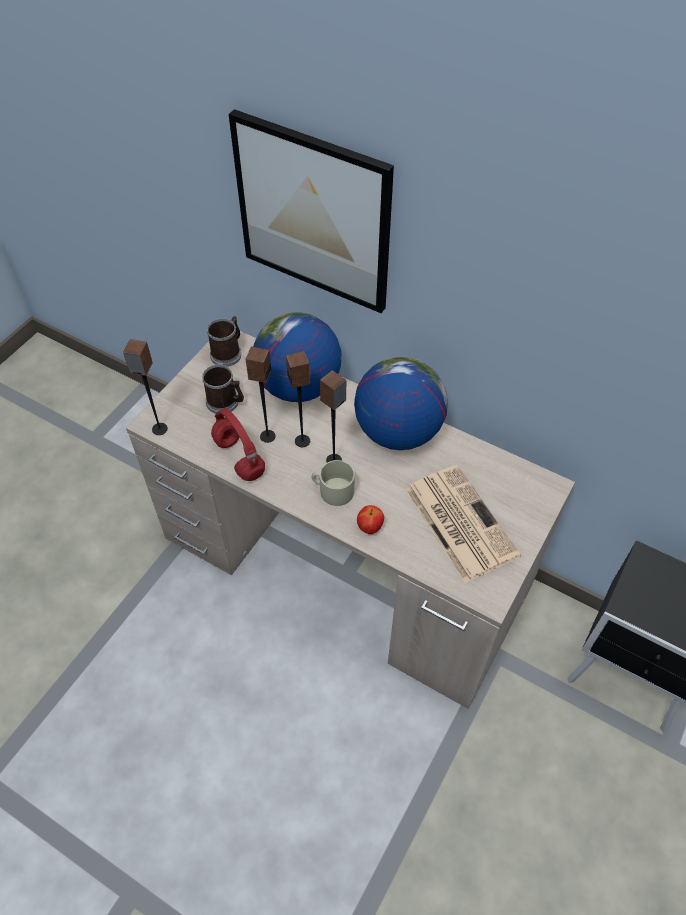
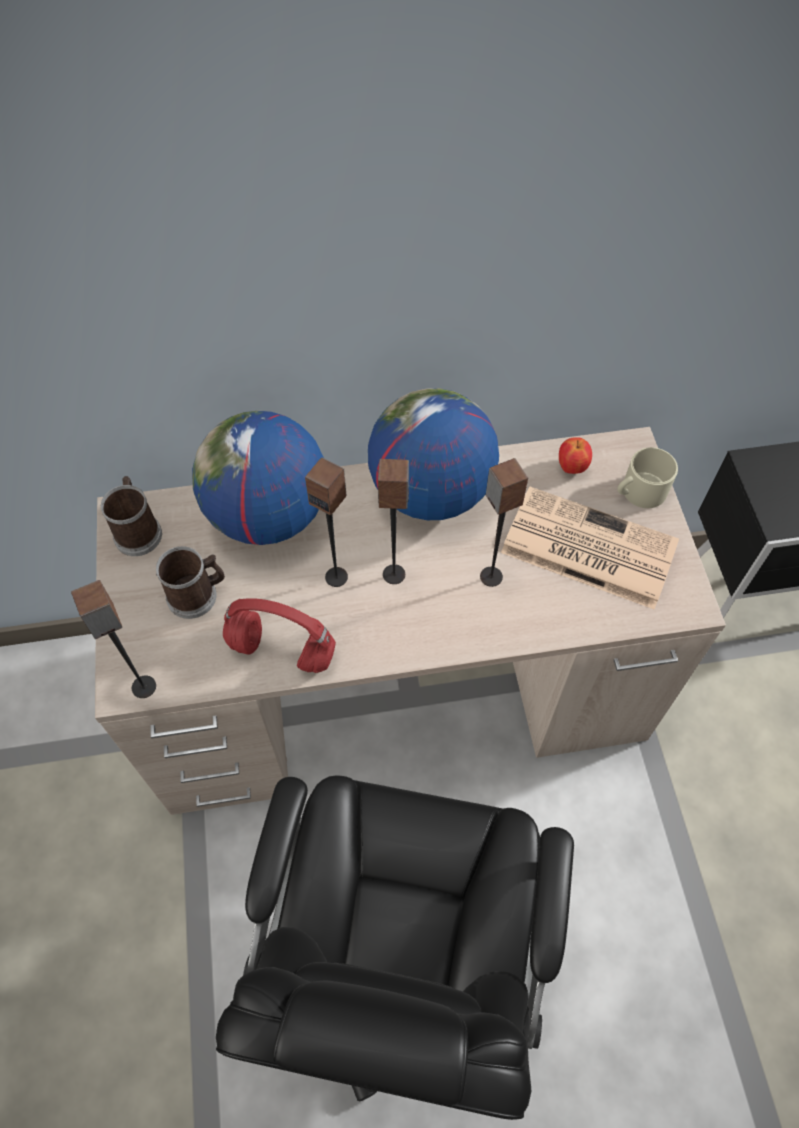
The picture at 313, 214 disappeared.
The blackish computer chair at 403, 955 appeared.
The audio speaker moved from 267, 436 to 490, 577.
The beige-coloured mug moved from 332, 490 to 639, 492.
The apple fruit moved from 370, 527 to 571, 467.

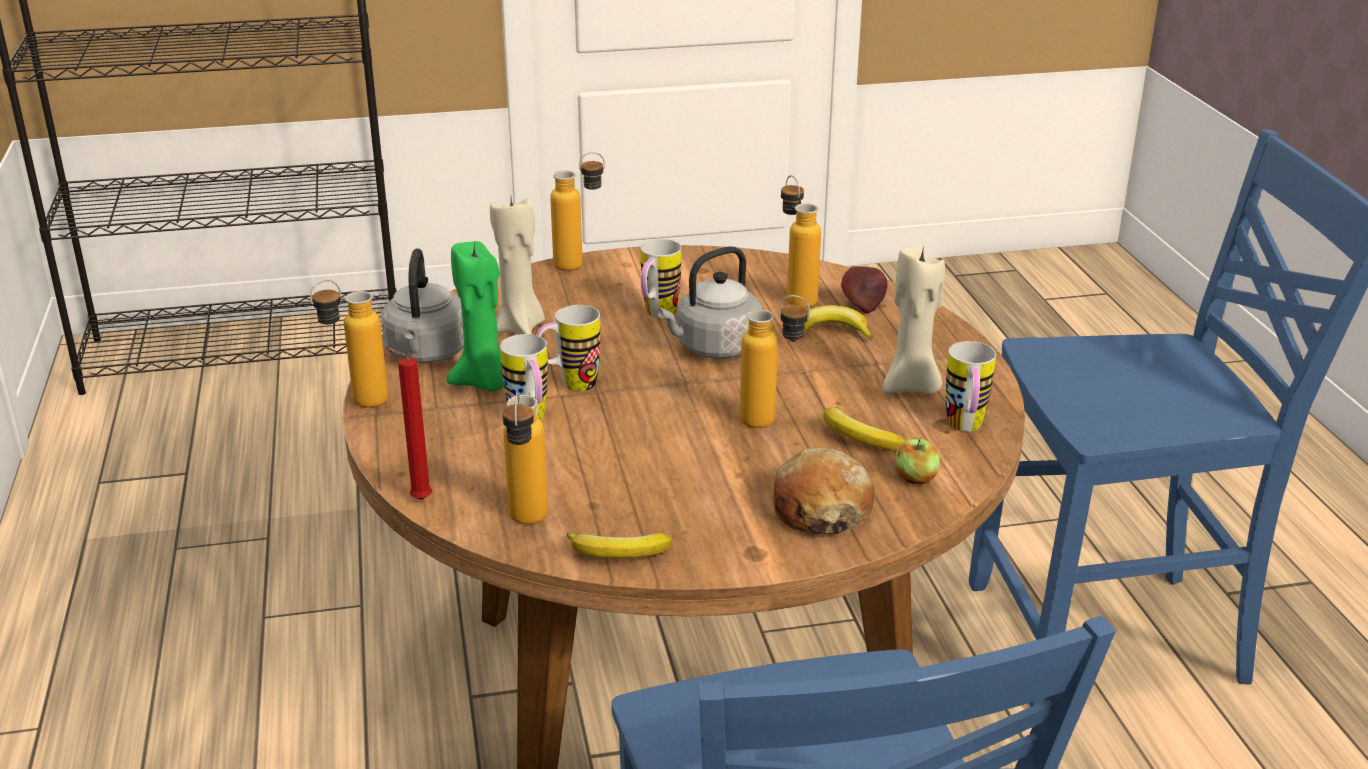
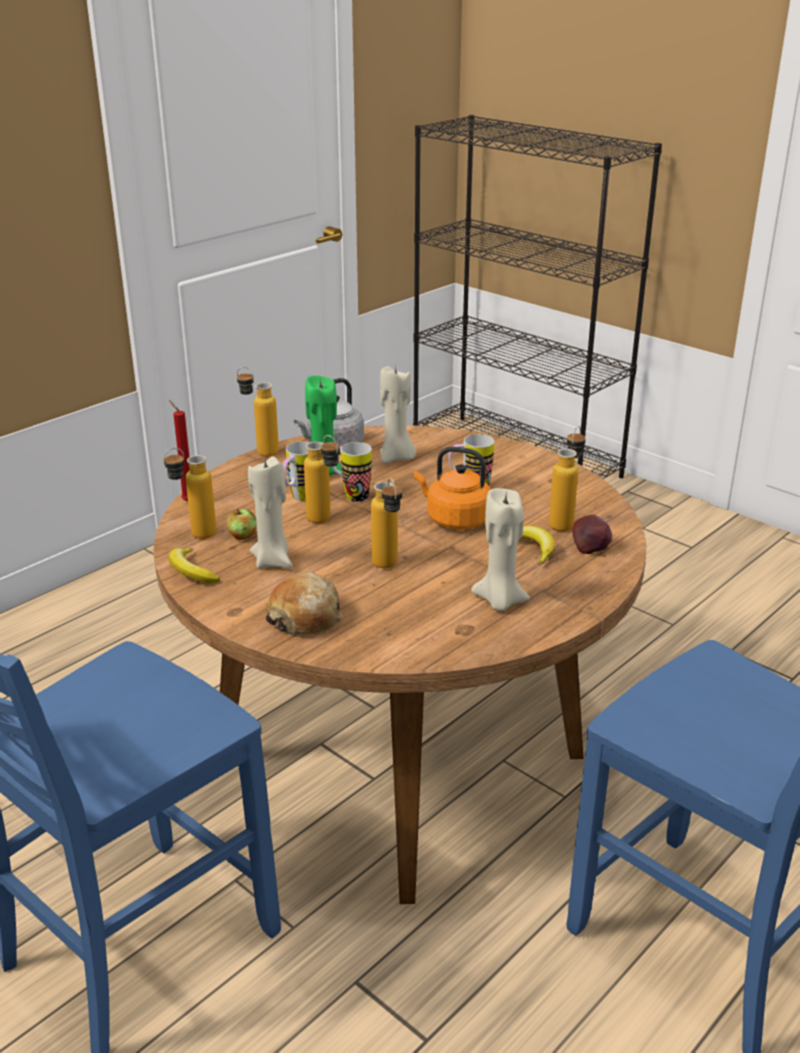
The banana fruit at 858, 438 disappeared.
The mug at 965, 429 disappeared.
The beige-coloured wax light at 273, 561 appeared.
The beverage bottle moved from 580, 265 to 325, 522.
The apple fruit moved from 915, 478 to 242, 536.
The gray kettle at 714, 348 became the orange kettle at 454, 519.

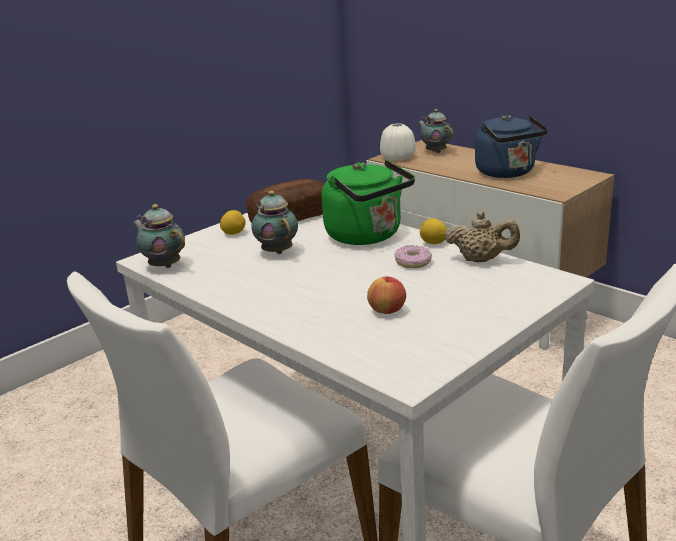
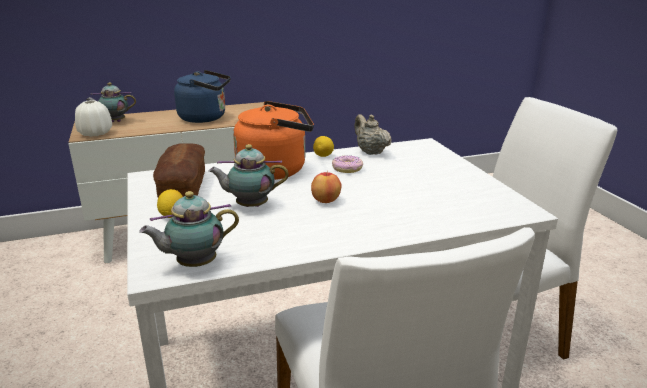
The apple fruit moved from 387, 311 to 326, 201.
The green kettle at 367, 236 became the orange kettle at 276, 170.
The beige-coloured pot for tea at 481, 260 turned 75 degrees counterclockwise.

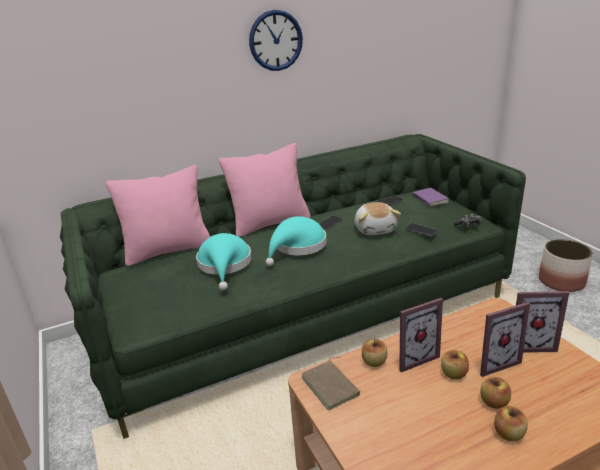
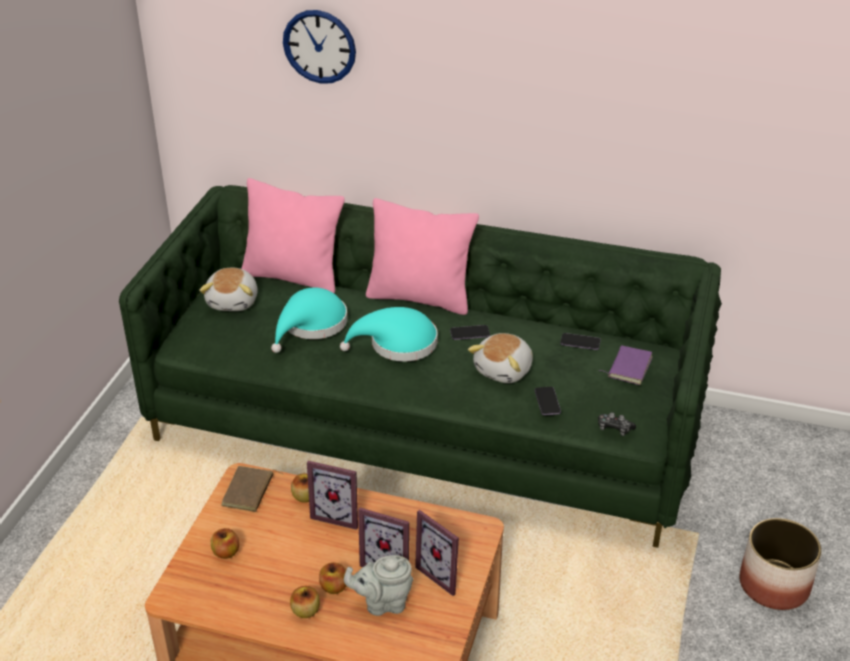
The cuddly toy at 234, 301 appeared.
The gray pot for tea at 383, 603 appeared.
The clock on the wall moved from 276, 40 to 319, 46.
The apple fruit moved from 453, 374 to 226, 552.

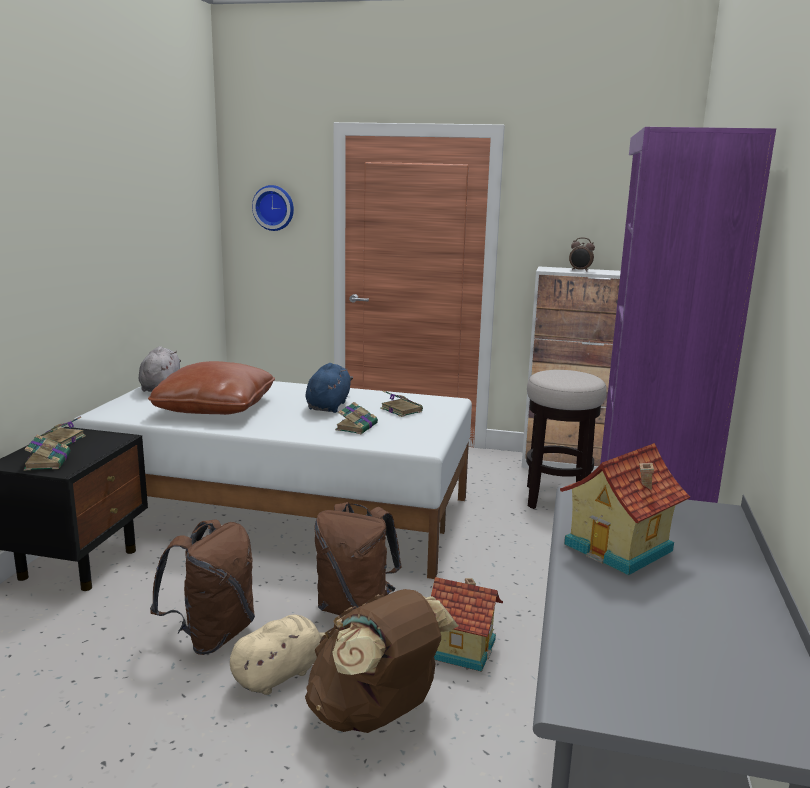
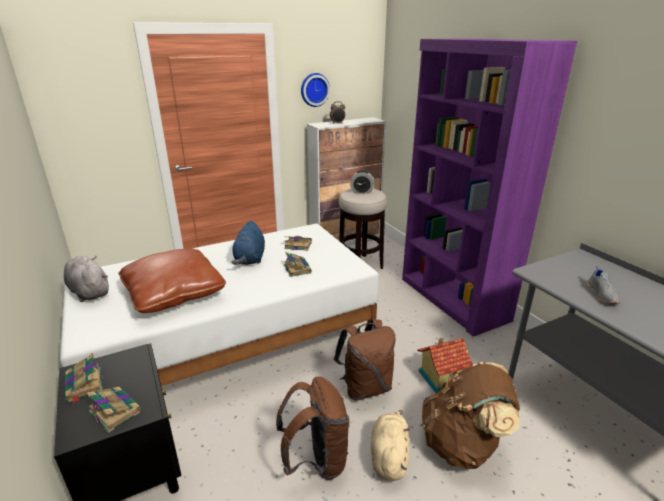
The bedside clock at 361, 191 appeared.
The clock on the wall moved from 274, 208 to 314, 89.
The model house at 621, 548 was replaced by the gray item of footwear at 602, 295.
The blue-coloured cuddly toy at 328, 406 turned 150 degrees counterclockwise.

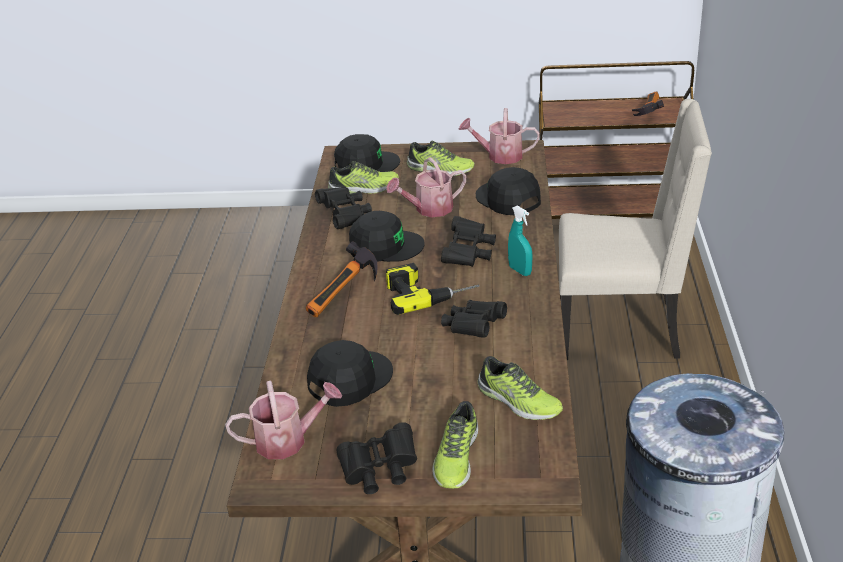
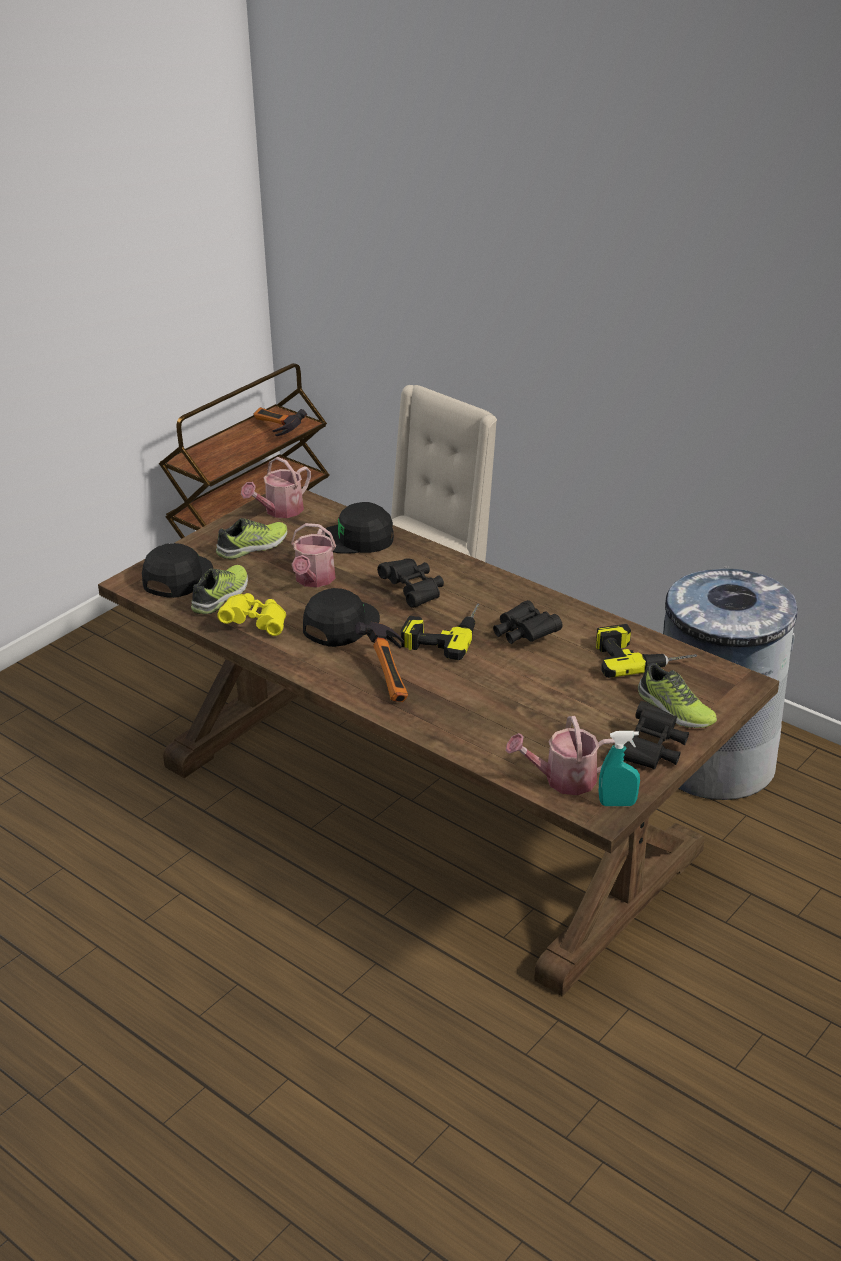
The blackish cap at 349, 379 disappeared.
The turquoise-coloured sprayer moved from 520, 271 to 617, 803.
The item of footwear at 518, 401 was replaced by the drill at 641, 656.
The blackish binoculars at 345, 216 became the yellowish binoculars at 255, 624.
The watering pot at 288, 440 turned 120 degrees counterclockwise.

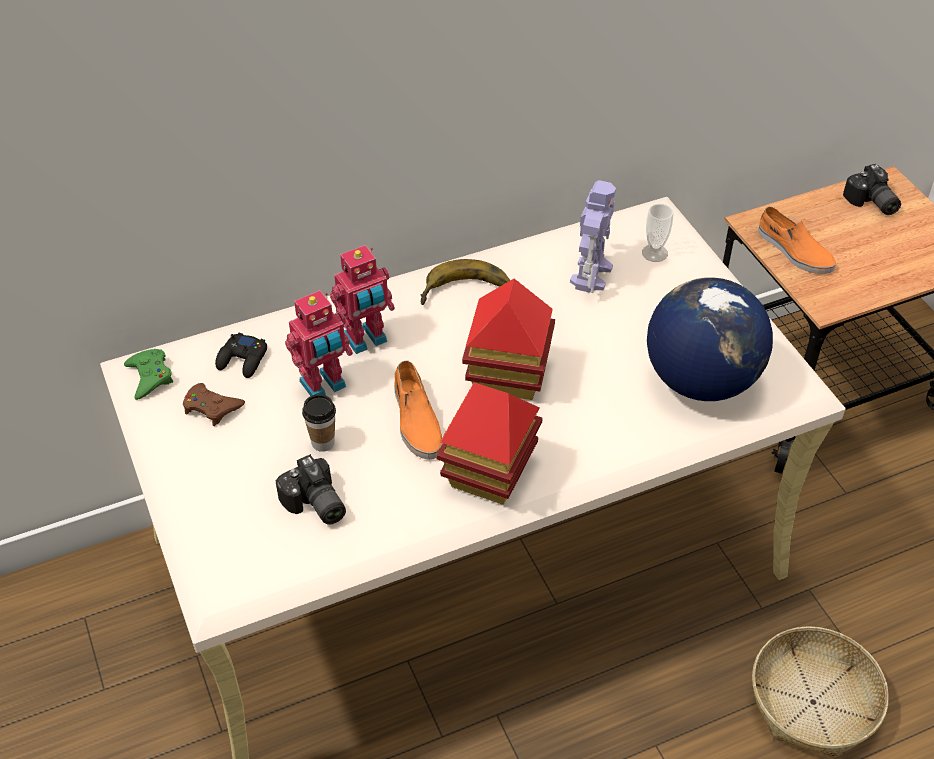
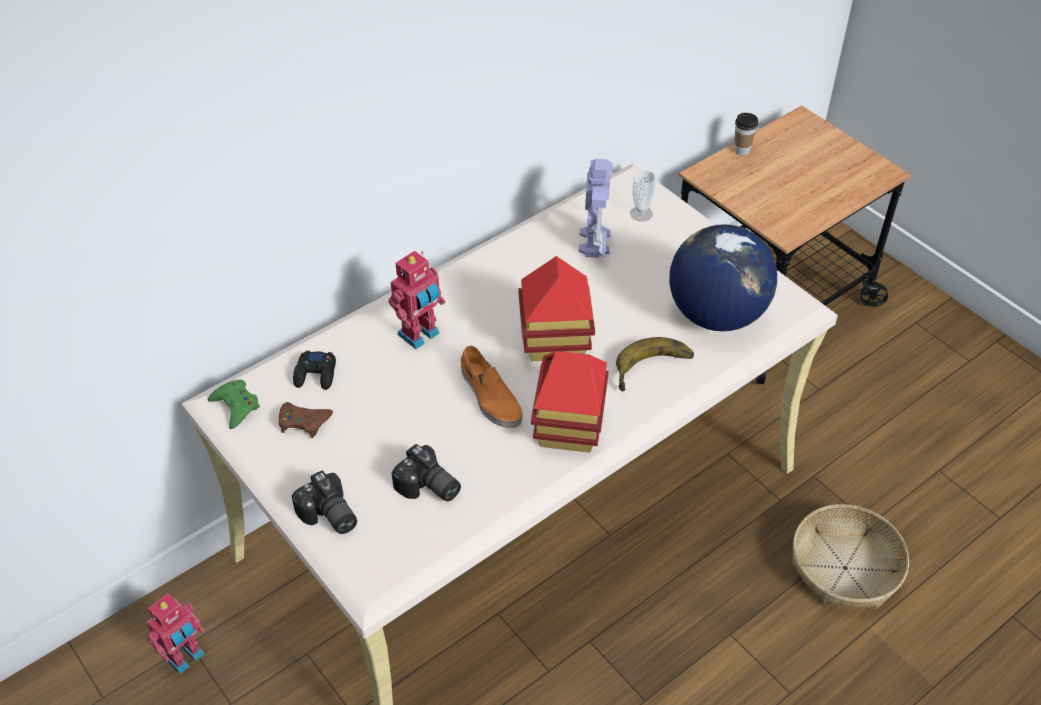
The orange item of footwear at 794, 251 disappeared.
The robot figure moved from 324, 386 to 185, 657.
The drinking cup moved from 323, 442 to 742, 150.
The banana fruit moved from 466, 293 to 655, 371.
The still camera moved from 871, 203 to 328, 516.

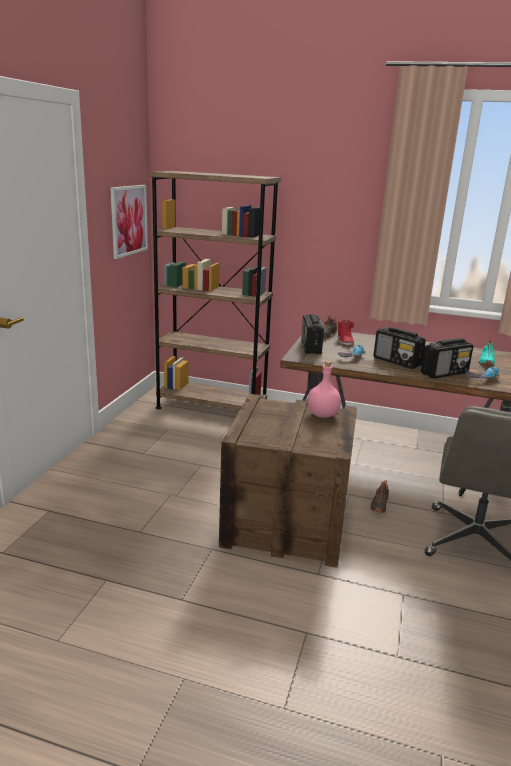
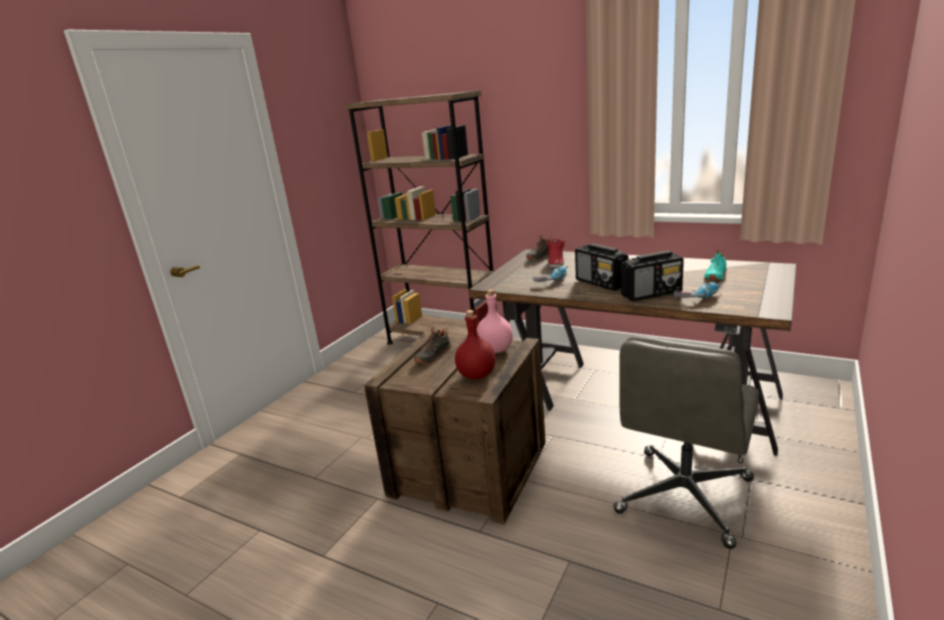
The picture at 128, 220 disappeared.
The radio receiver at 311, 347 disappeared.
The red-coloured beverage bottle at 476, 375 appeared.
The blackish item of footwear moved from 379, 504 to 432, 355.

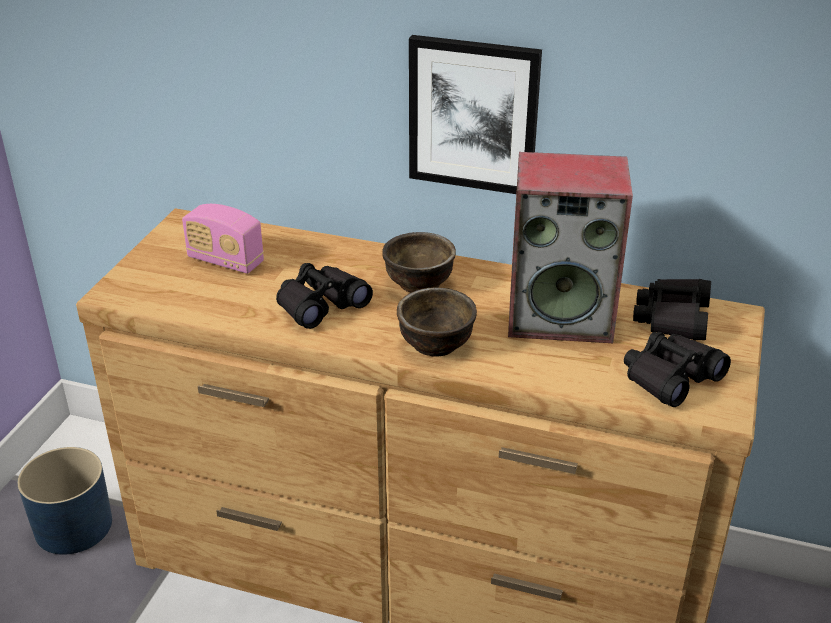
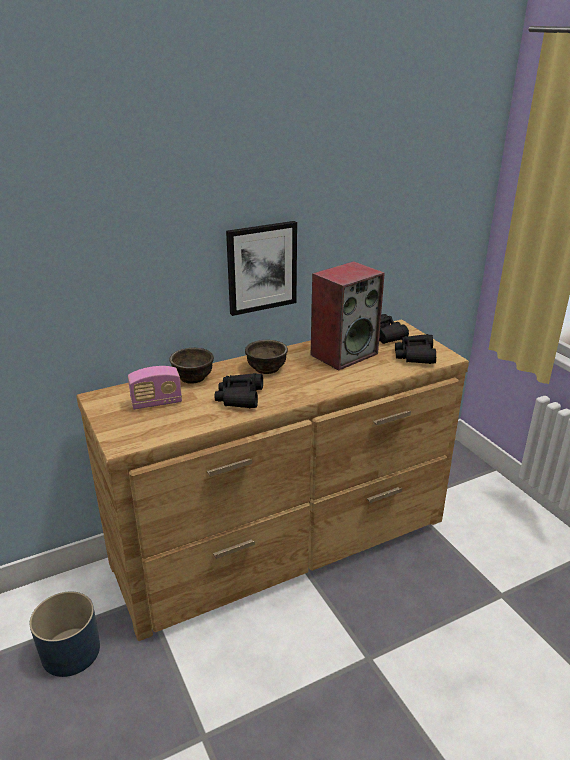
The brownish bowl moved from 435, 343 to 192, 377.

